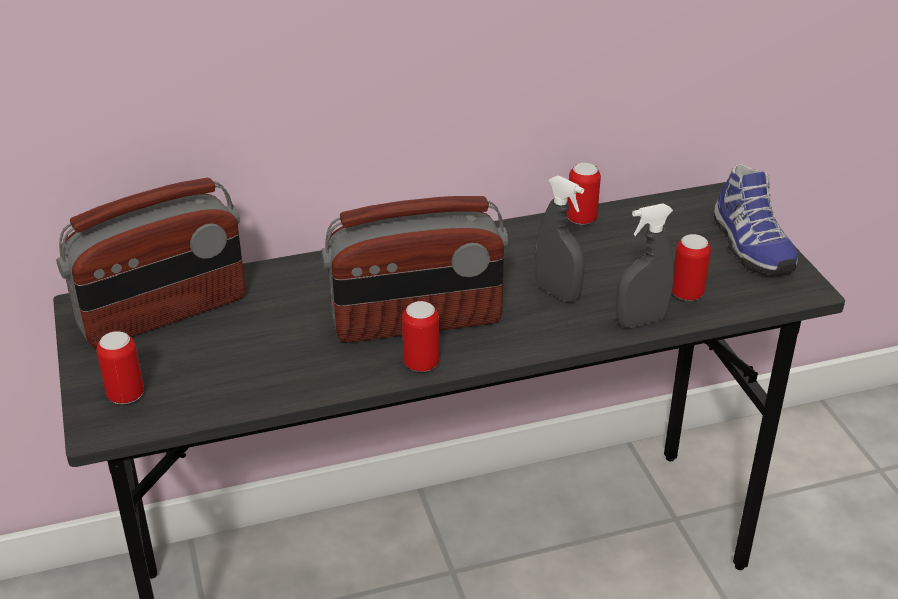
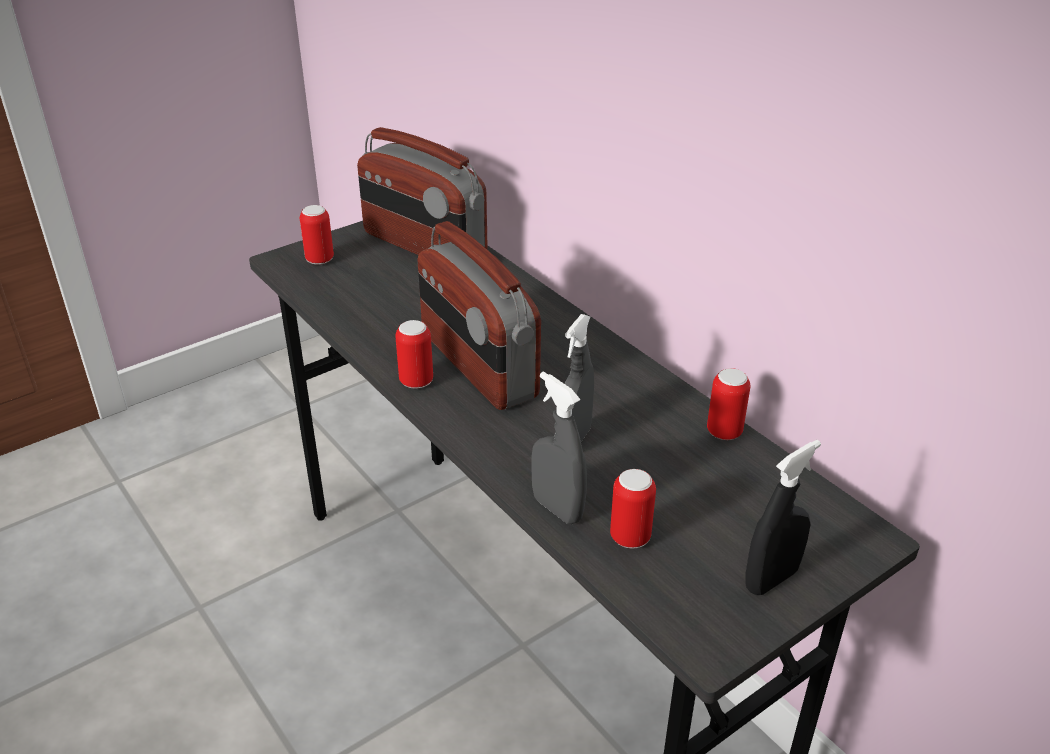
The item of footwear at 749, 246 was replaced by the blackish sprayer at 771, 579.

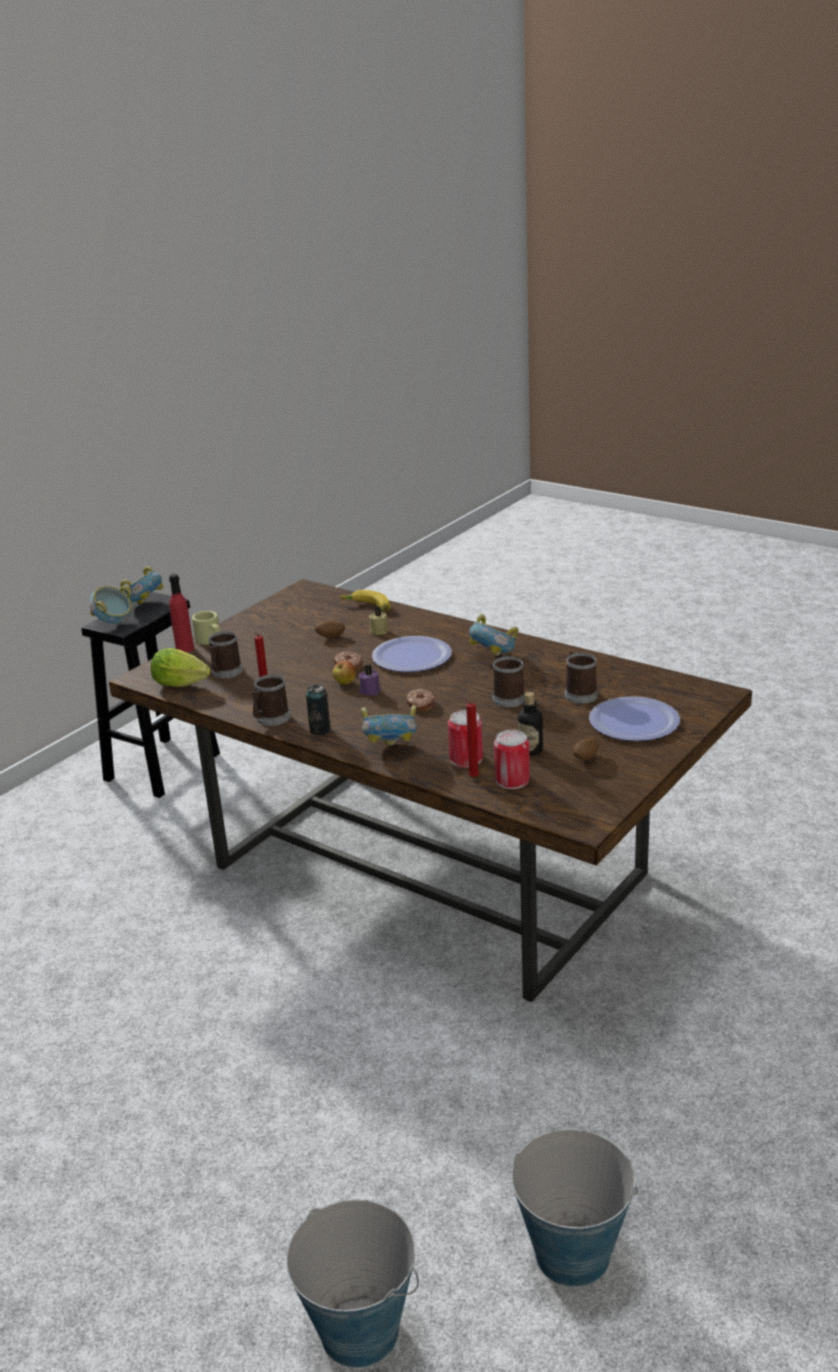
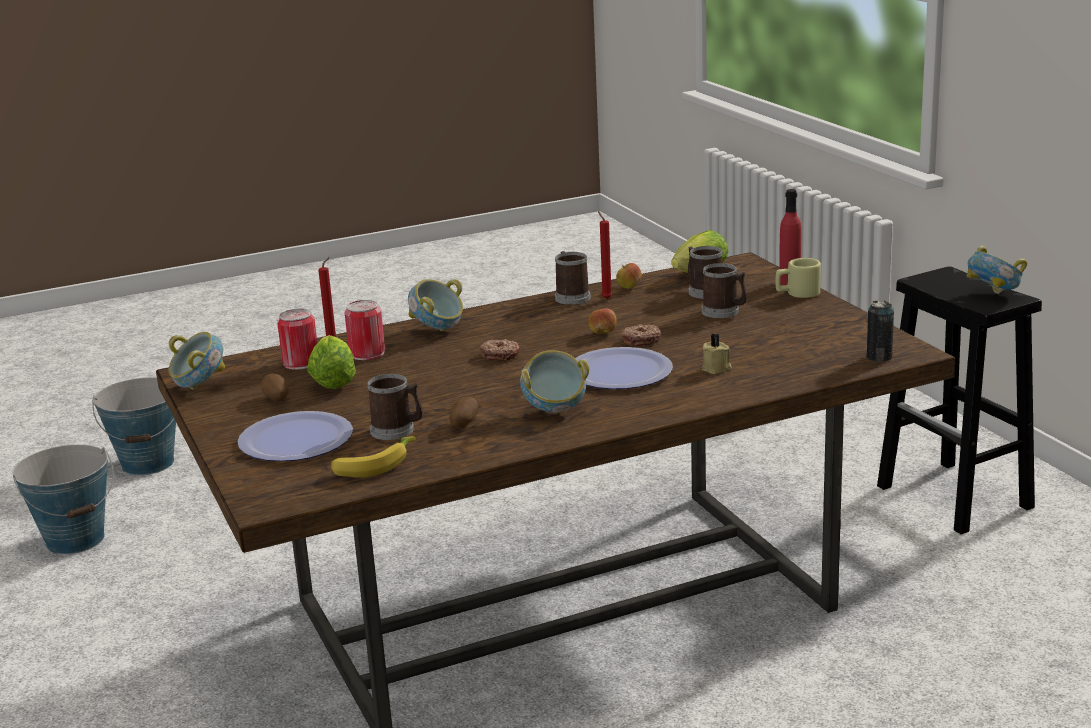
The purple-coloured wax light at 369, 690 disappeared.
The apple fruit at 629, 287 appeared.
The bowl moved from 114, 623 to 199, 387.
The sealed can moved from 320, 730 to 879, 357.
The potato moved from 330, 637 to 464, 424.
The banana fruit moved from 367, 608 to 373, 465.
The mug moved from 508, 697 to 724, 312.
The beverage bottle at 530, 750 was replaced by the head of lettuce at 333, 380.

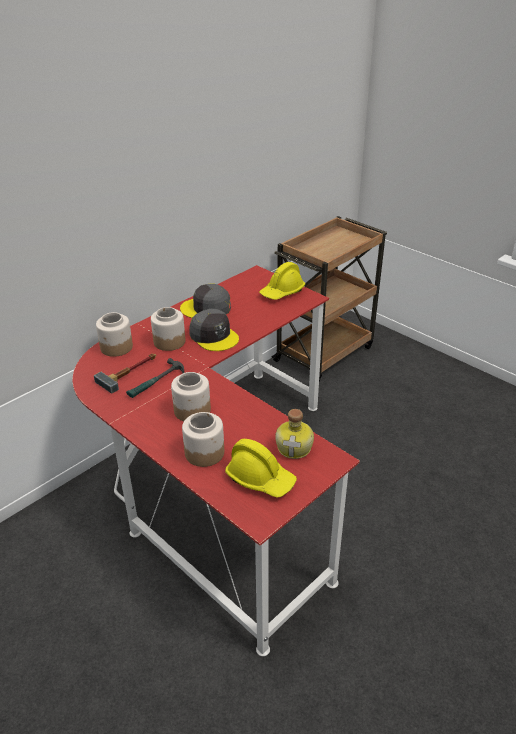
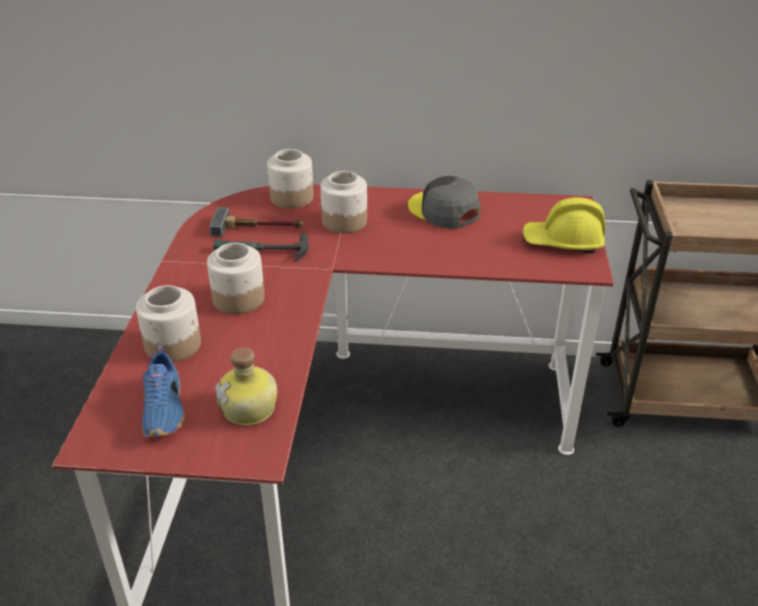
The gray cap at 214, 336 disappeared.
The yellowish safety helmet at 260, 478 was replaced by the blue-coloured item of footwear at 165, 409.

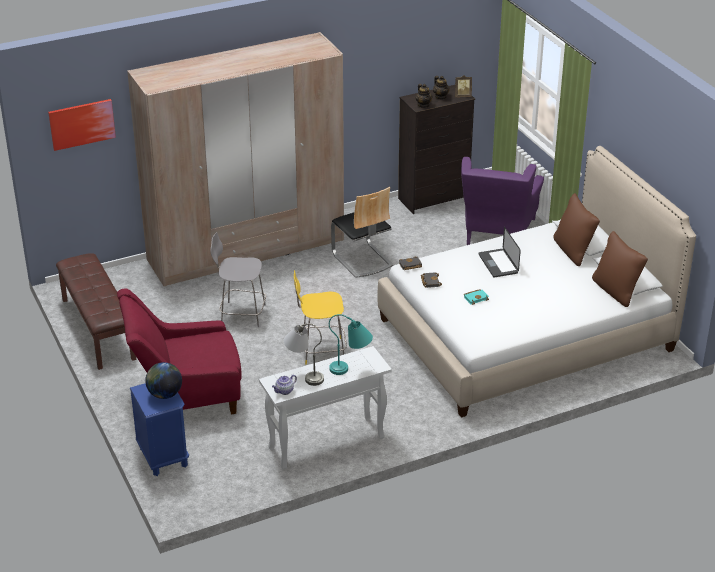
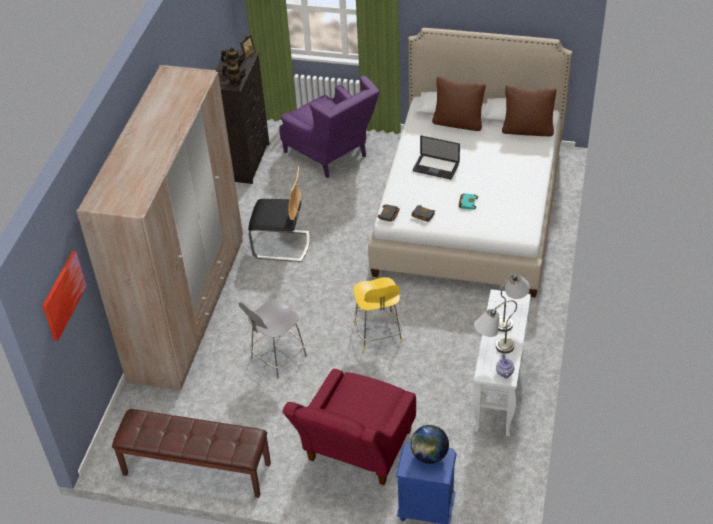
The turquoise-coloured lamp for a table at 351, 369 became the gray lamp for a table at 511, 317.
The yellowish chair at 321, 351 turned 45 degrees counterclockwise.

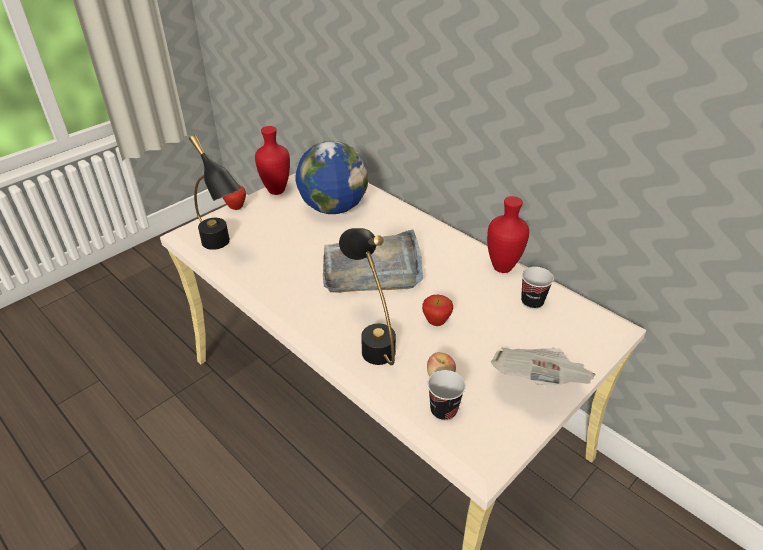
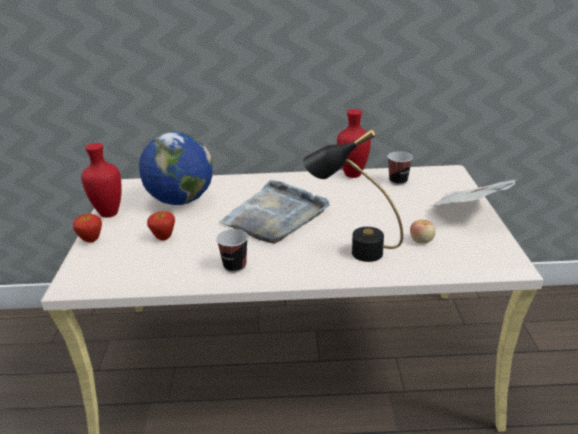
The blackish lamp for a table at 222, 247 disappeared.
The apple fruit moved from 436, 322 to 164, 238.
The drinking cup moved from 443, 410 to 235, 266.

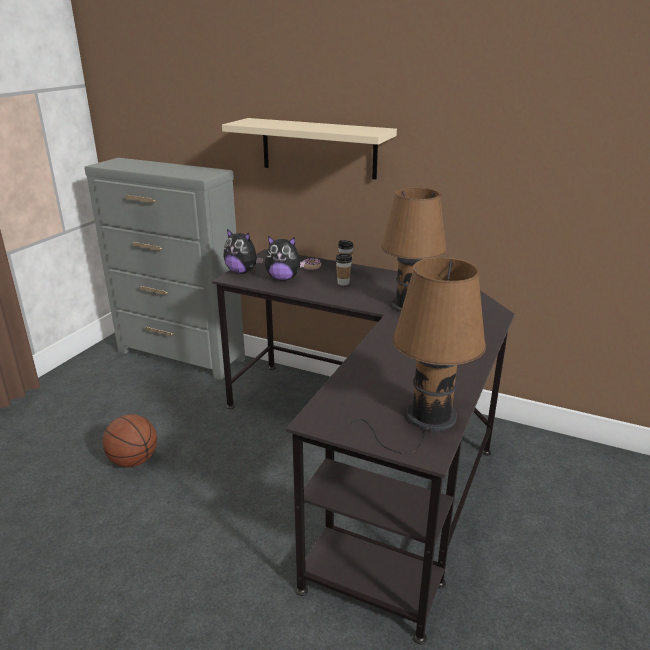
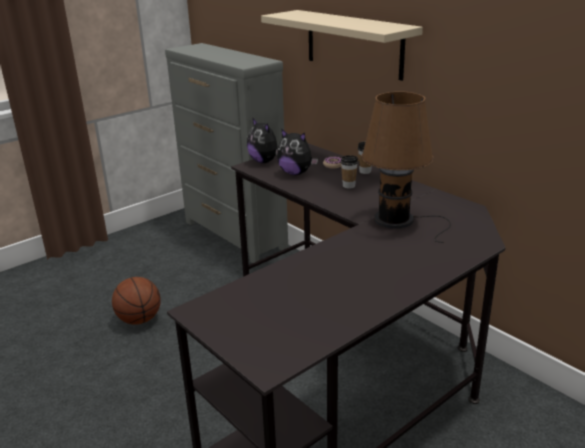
The brownish lamp for a table at 426, 419 disappeared.

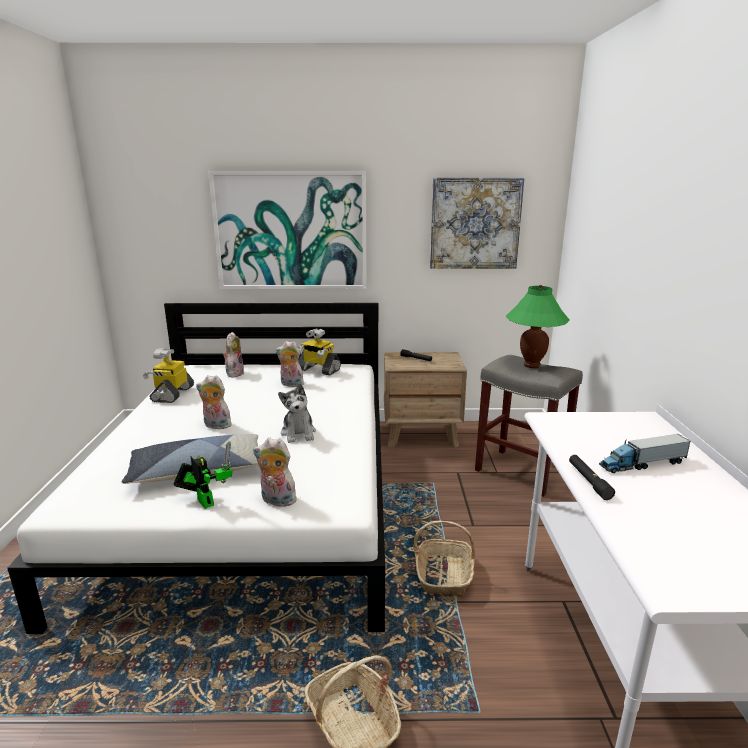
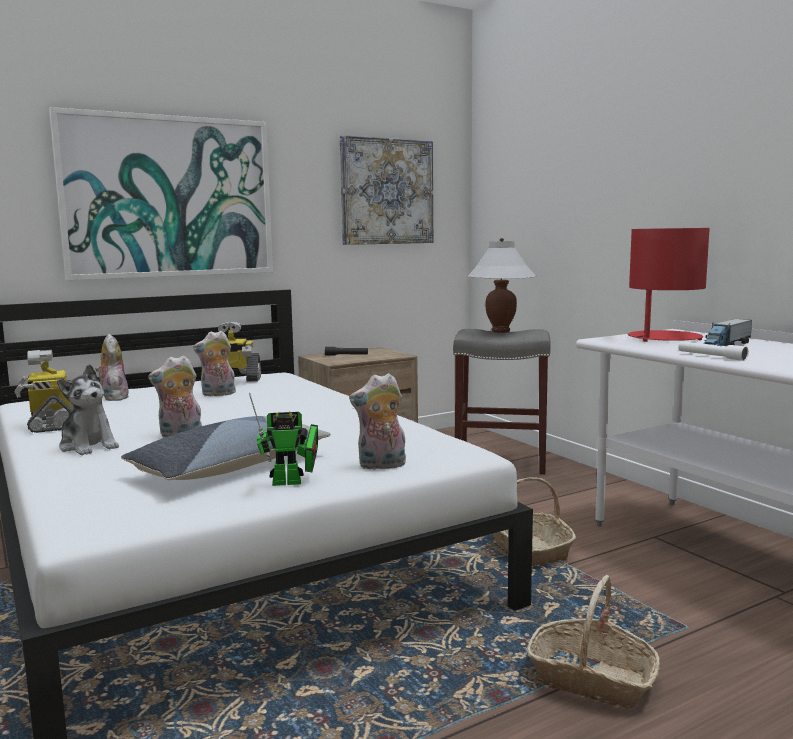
The red-coloured lamp for a table at 663, 338 appeared.
The cuddly toy moved from 298, 433 to 88, 446.
The green lamp for a table at 531, 365 became the white lamp for a table at 500, 331.
The blackish hand torch at 588, 481 became the white hand torch at 711, 356.
The robot figure at 204, 500 turned 150 degrees clockwise.

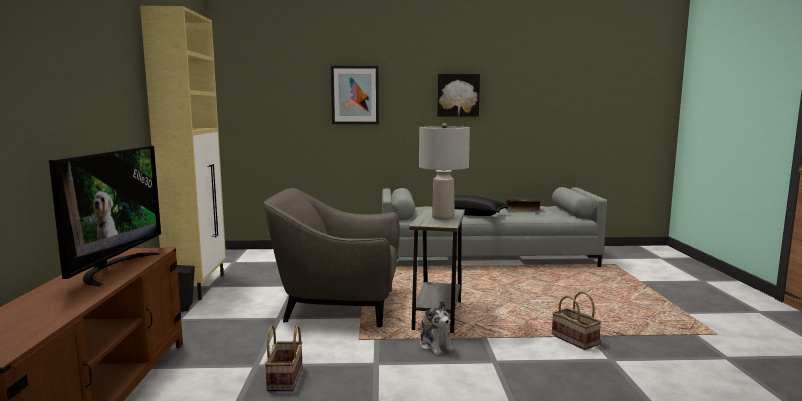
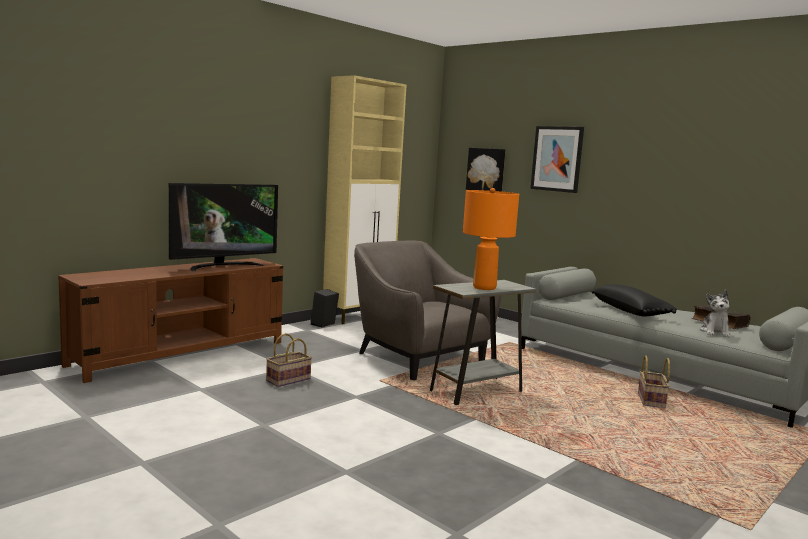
The cuddly toy moved from 436, 346 to 715, 332.
The picture moved from 458, 95 to 486, 170.
The household basket moved from 576, 340 to 652, 401.
The gray lamp for a table at 443, 217 became the orange lamp for a table at 484, 287.

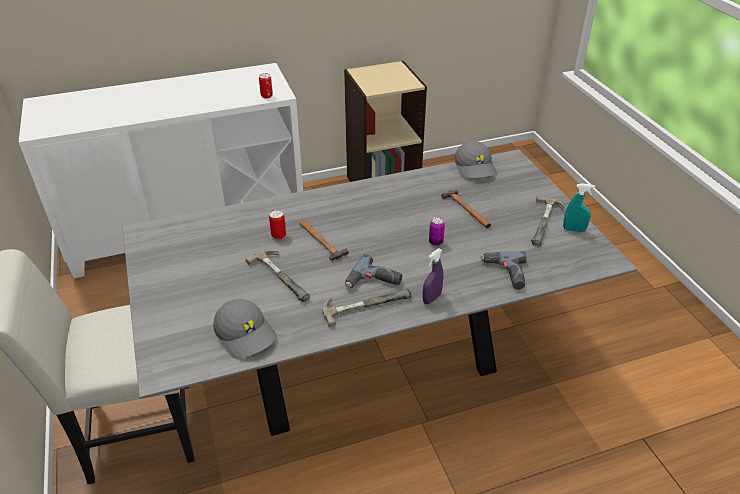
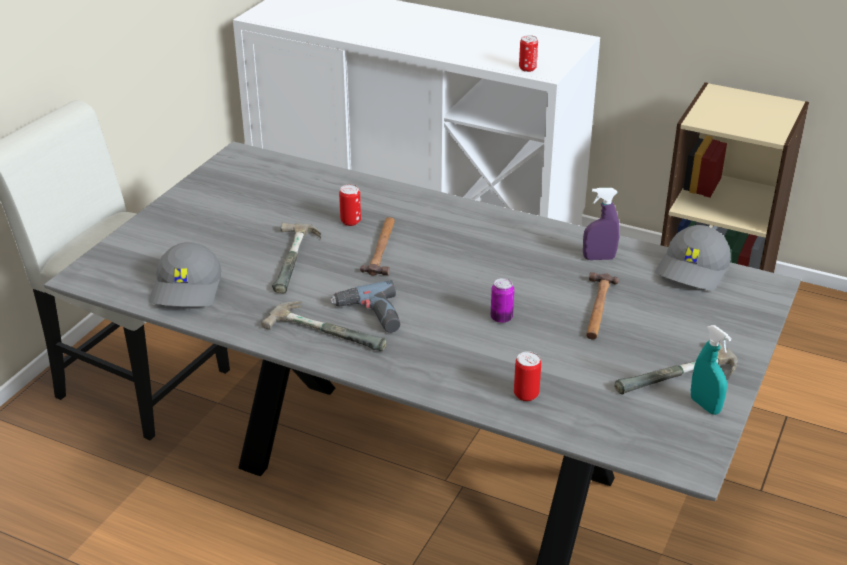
The purple-coloured sprayer moved from 431, 298 to 599, 258.
The drill at 505, 273 was replaced by the sealed can at 526, 395.

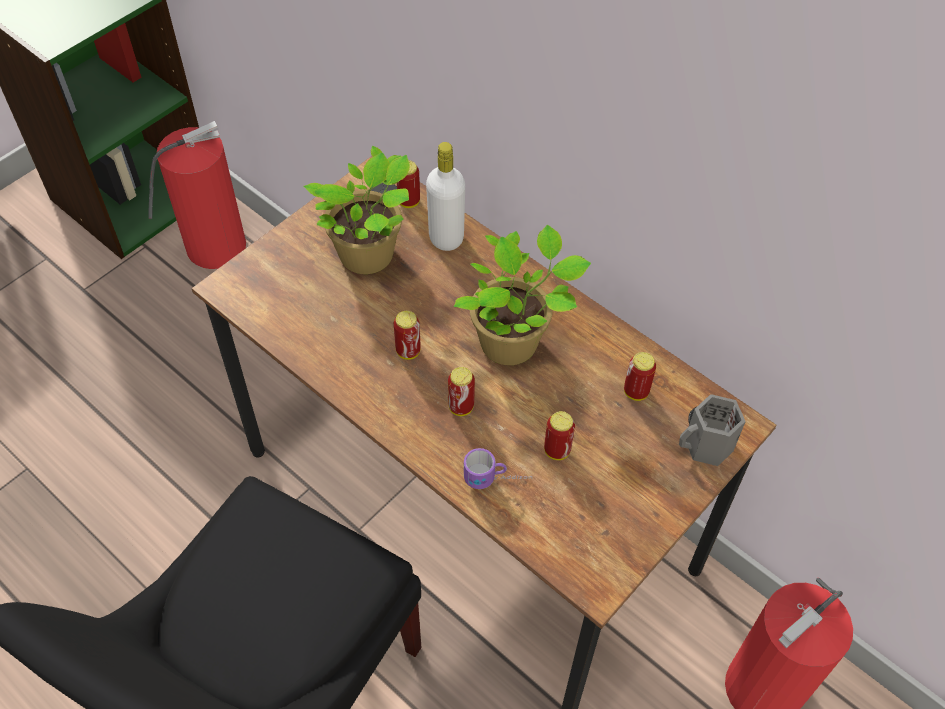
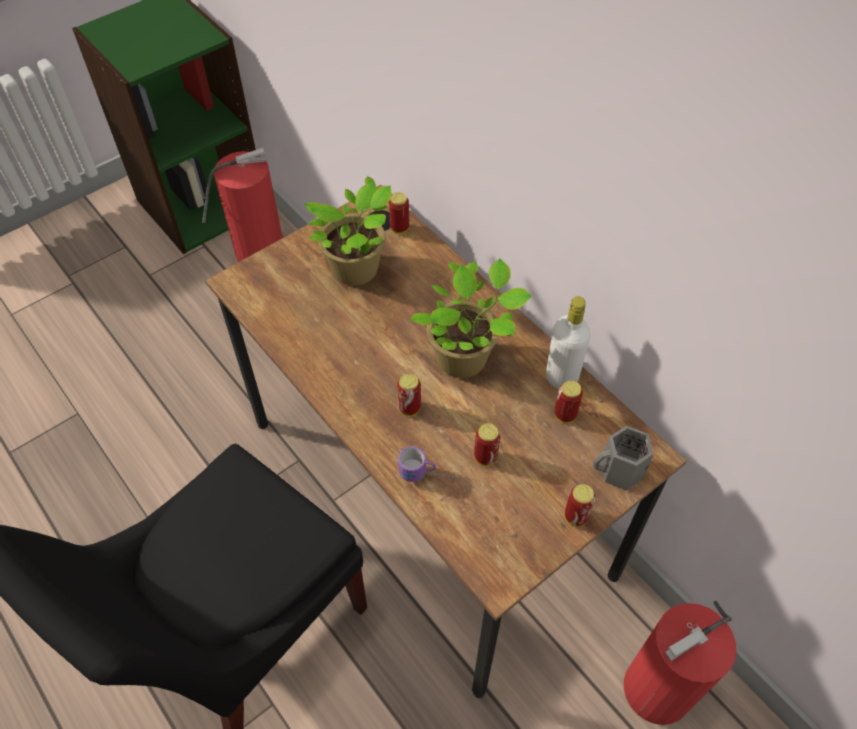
The sealed can moved from 408, 351 to 575, 517.
The white beverage bottle moved from 446, 238 to 561, 377.

